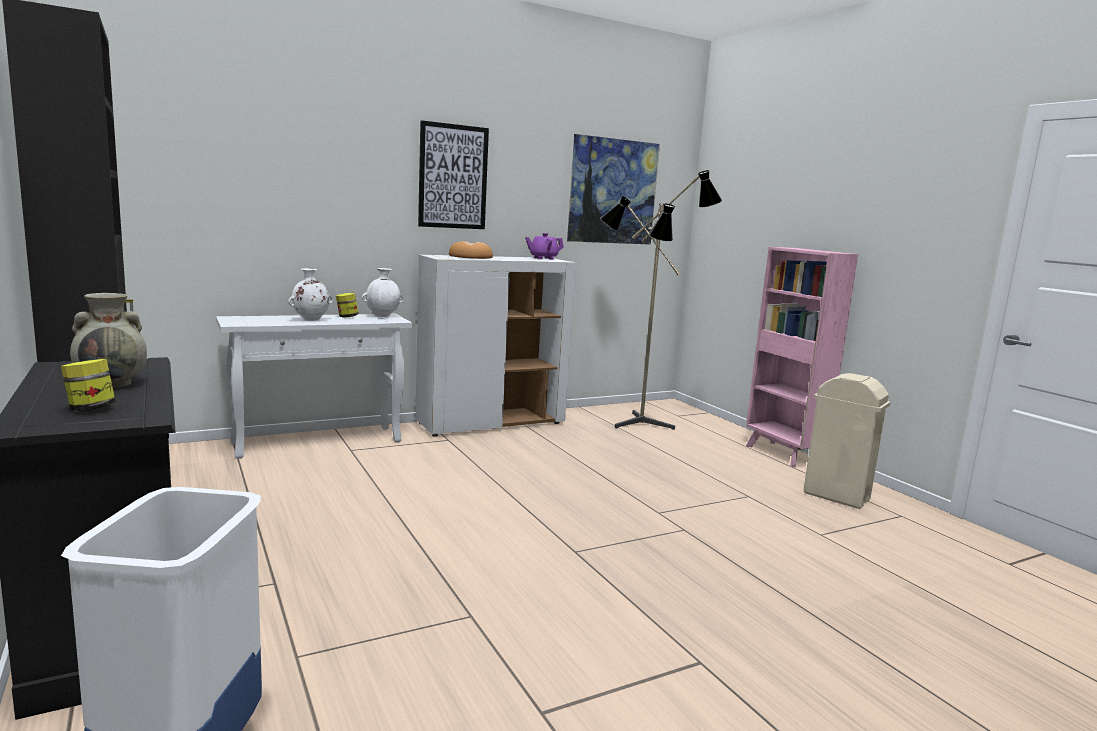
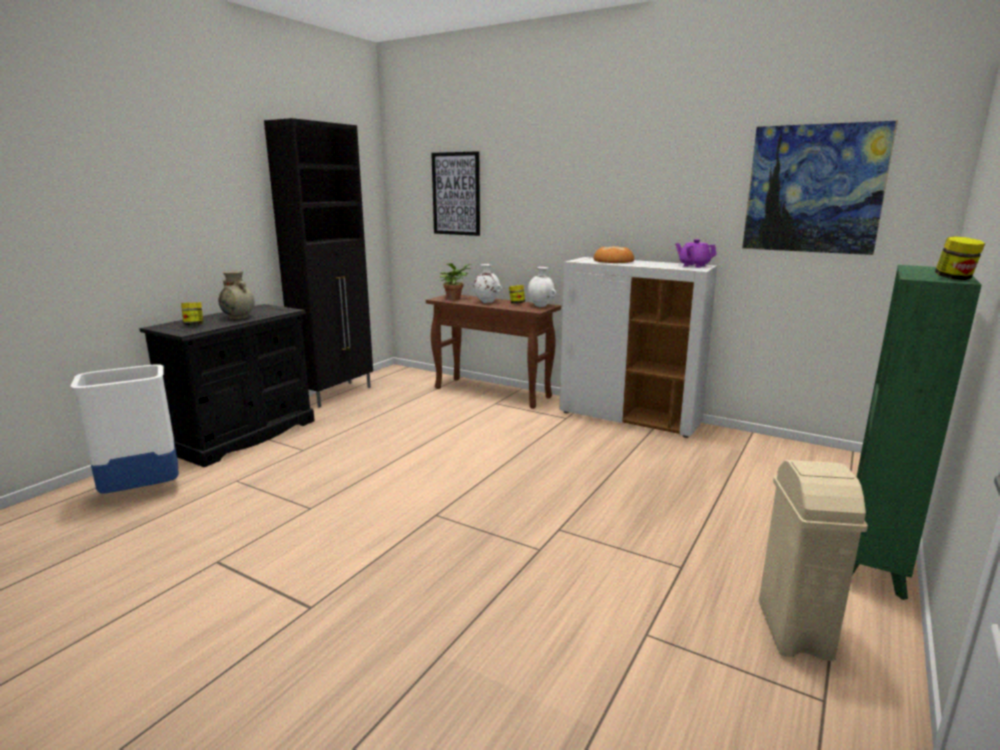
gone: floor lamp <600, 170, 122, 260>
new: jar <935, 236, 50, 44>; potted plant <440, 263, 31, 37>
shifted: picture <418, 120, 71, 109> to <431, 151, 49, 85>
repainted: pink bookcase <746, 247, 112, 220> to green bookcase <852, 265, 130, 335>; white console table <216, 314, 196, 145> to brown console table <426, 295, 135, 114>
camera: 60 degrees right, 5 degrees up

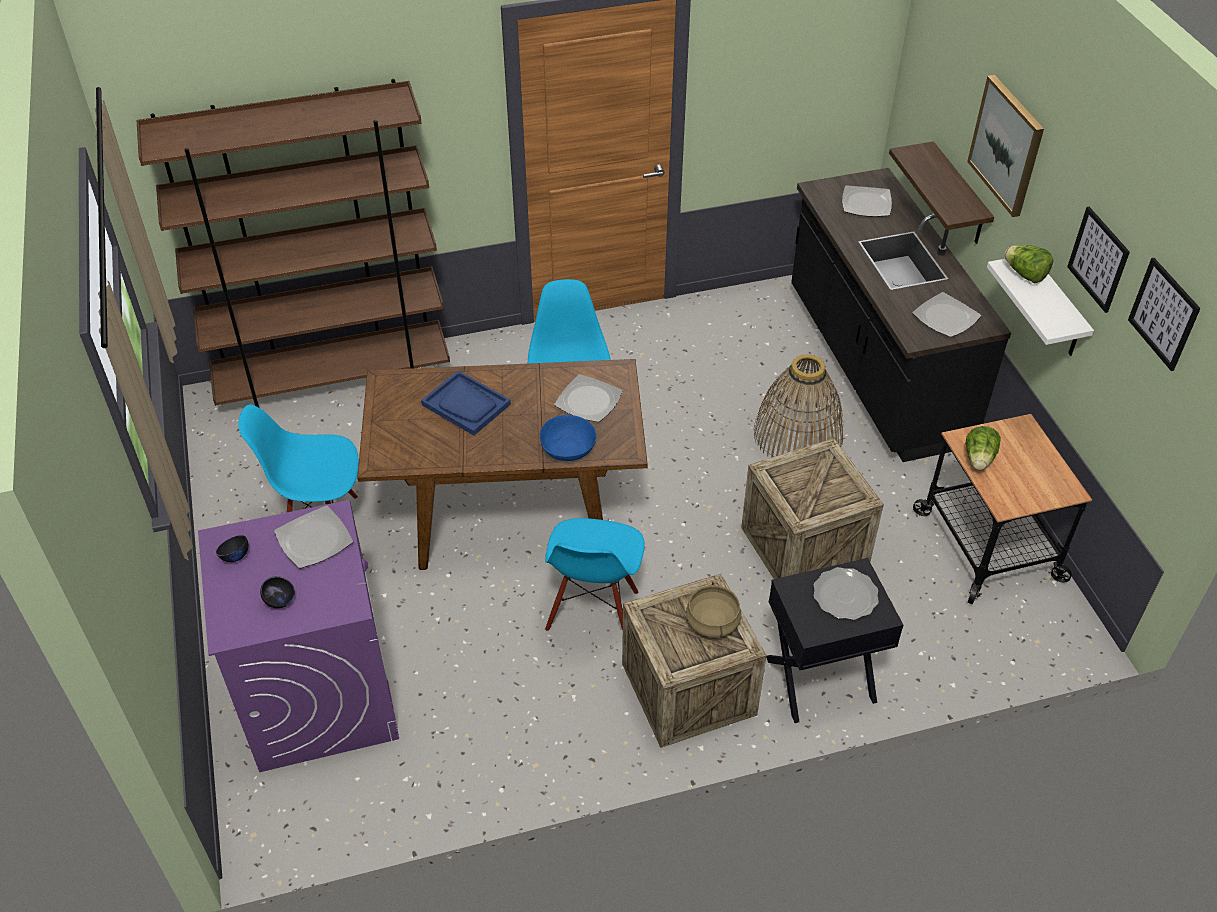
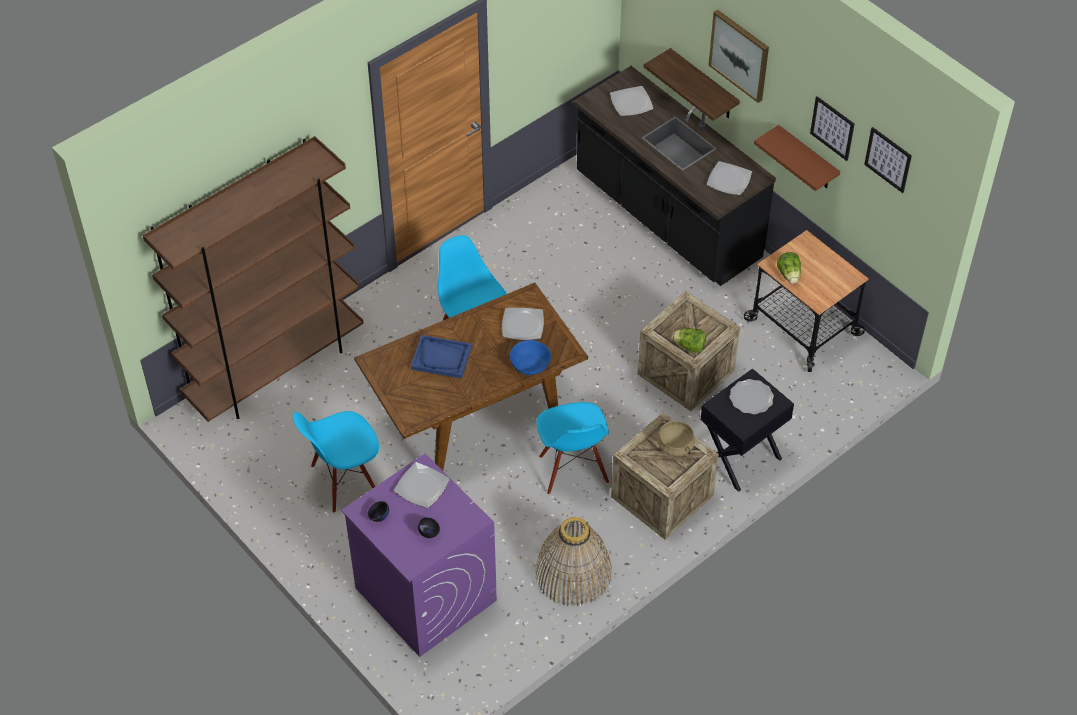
shifted: lettuce <1004, 245, 49, 38> to <672, 328, 34, 25>; basket <753, 354, 90, 104> to <535, 517, 77, 89>
repainted: white shelf <987, 259, 107, 97> to brown shelf <754, 125, 86, 66>
camera: 25 degrees left, 5 degrees up

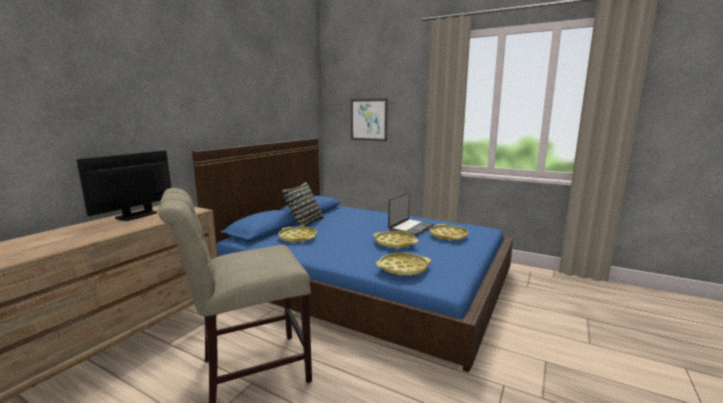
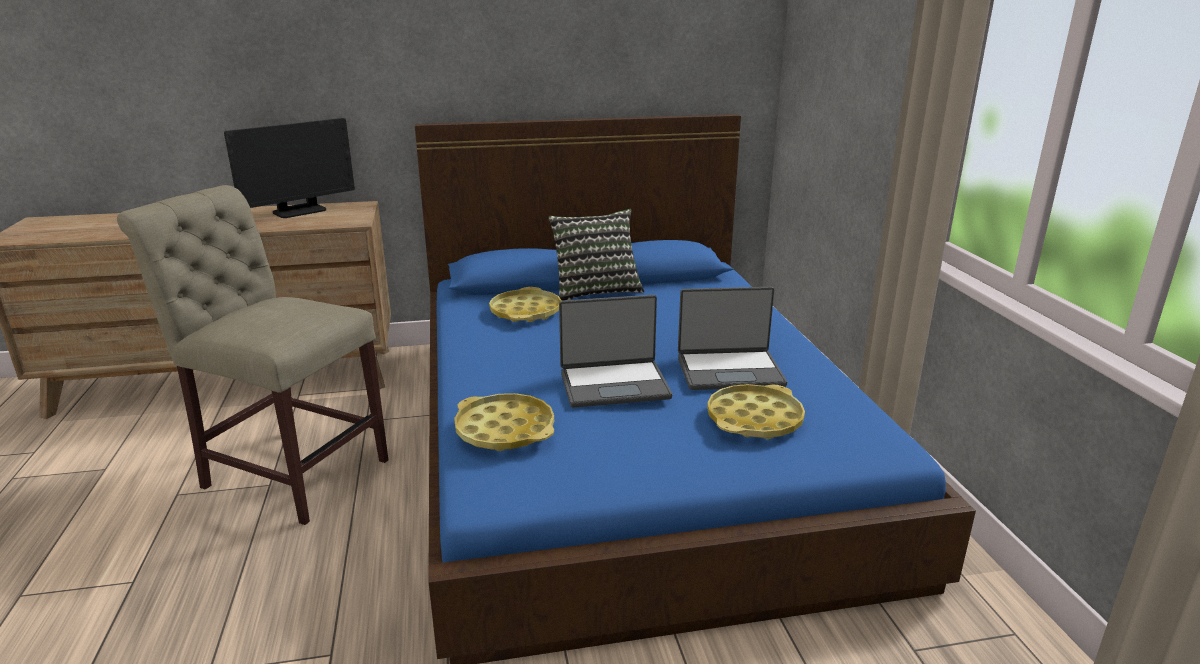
gone: picture <351, 98, 37, 43>
swapped: yellow tray <373, 231, 46, 18> to laptop <559, 295, 114, 113>
rotated: monitor <77, 151, 94, 70> = <224, 118, 131, 100> 150 degrees clockwise
camera: 50 degrees right, 10 degrees up

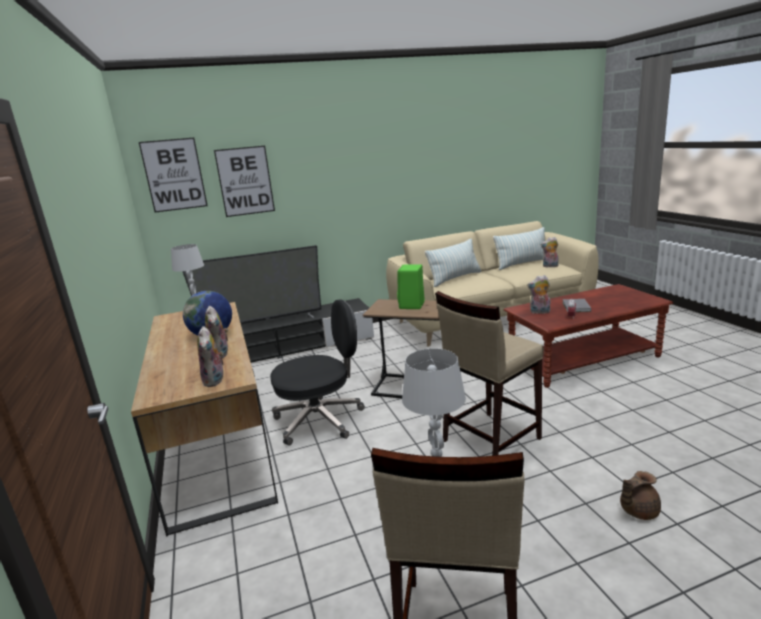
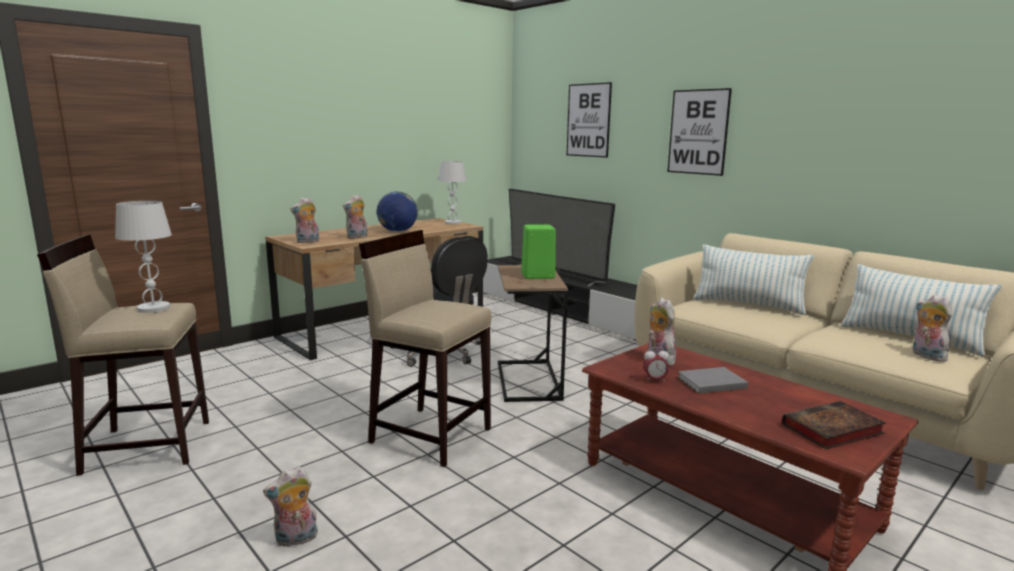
new: book <782, 401, 104, 48>
shifted: picture <139, 137, 69, 75> to <667, 88, 65, 88>
swapped: brown teapot <620, 471, 41, 49> to plush toy <263, 466, 55, 81>
camera: 65 degrees right, 5 degrees down

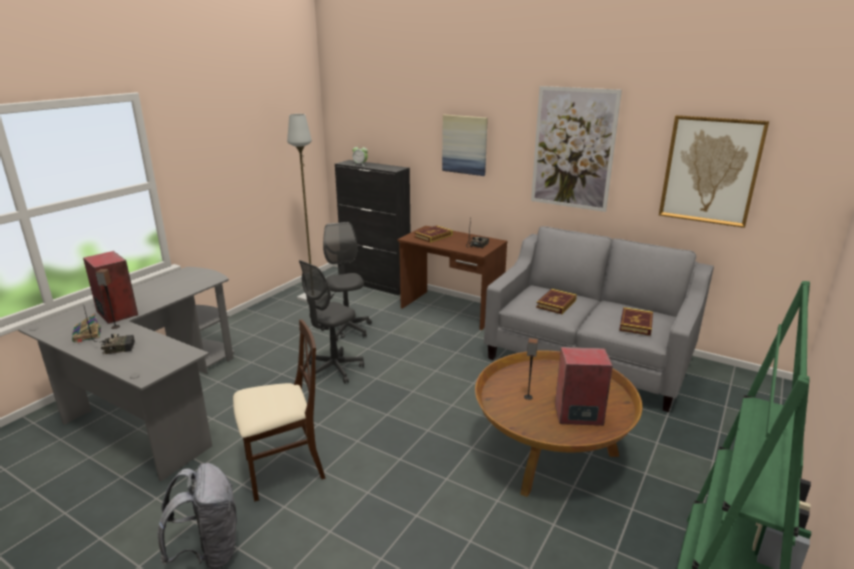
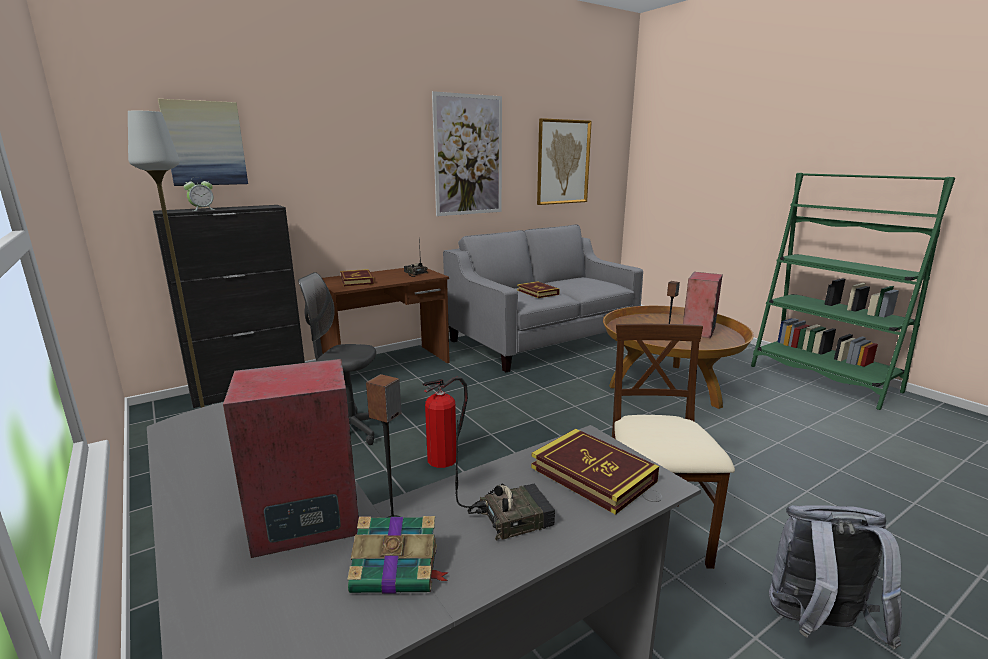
shifted: picture <442, 115, 46, 61> to <158, 99, 90, 87>; book <619, 307, 34, 29> to <531, 429, 128, 86>
swapped: grey office chair <299, 260, 65, 124> to fire extinguisher <423, 377, 45, 91>
rotated: radio <83, 304, 52, 50> = <455, 419, 100, 122> 60 degrees clockwise
camera: 65 degrees left, 5 degrees down

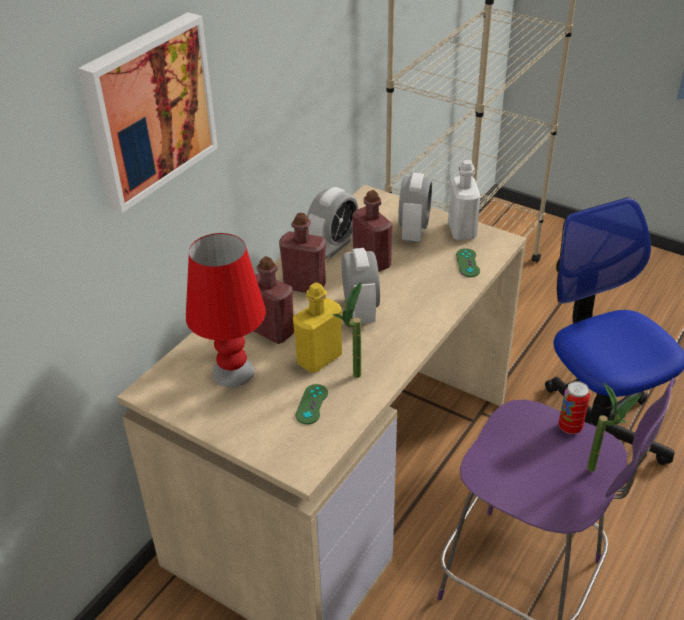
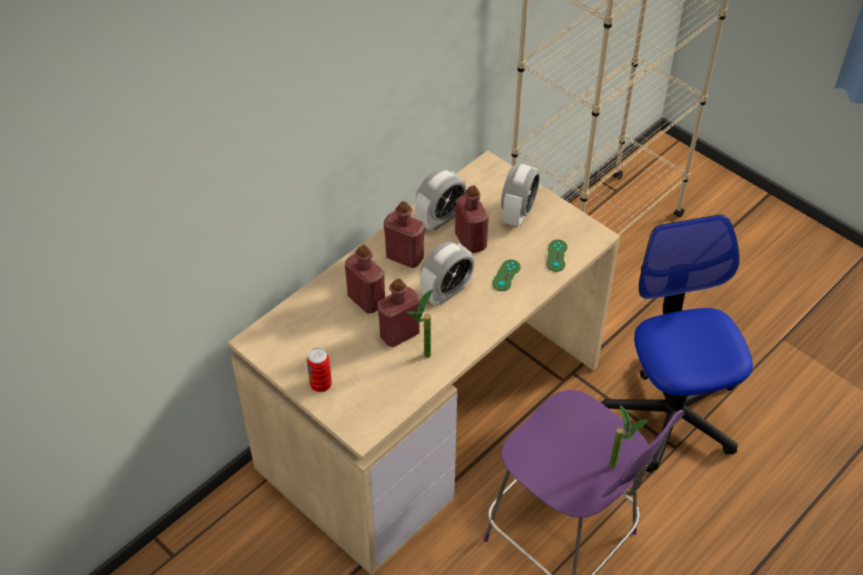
gone: picture <78, 12, 140, 201>; white bottle <448, 160, 33, 80>; red table lamp <186, 233, 80, 154>
shifted: can <559, 381, 31, 53> to <307, 348, 25, 44>; green game controller <295, 384, 33, 40> to <492, 259, 29, 32>
repainted: yellow bottle <293, 282, 49, 91> to red bottle <377, 279, 43, 68>
rotated: alarm clock <342, 248, 38, 76> = <420, 242, 54, 63> 45 degrees clockwise
camera: 10 degrees right, 10 degrees up

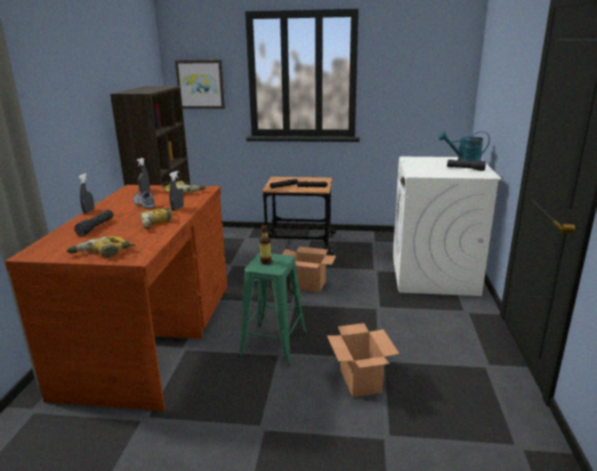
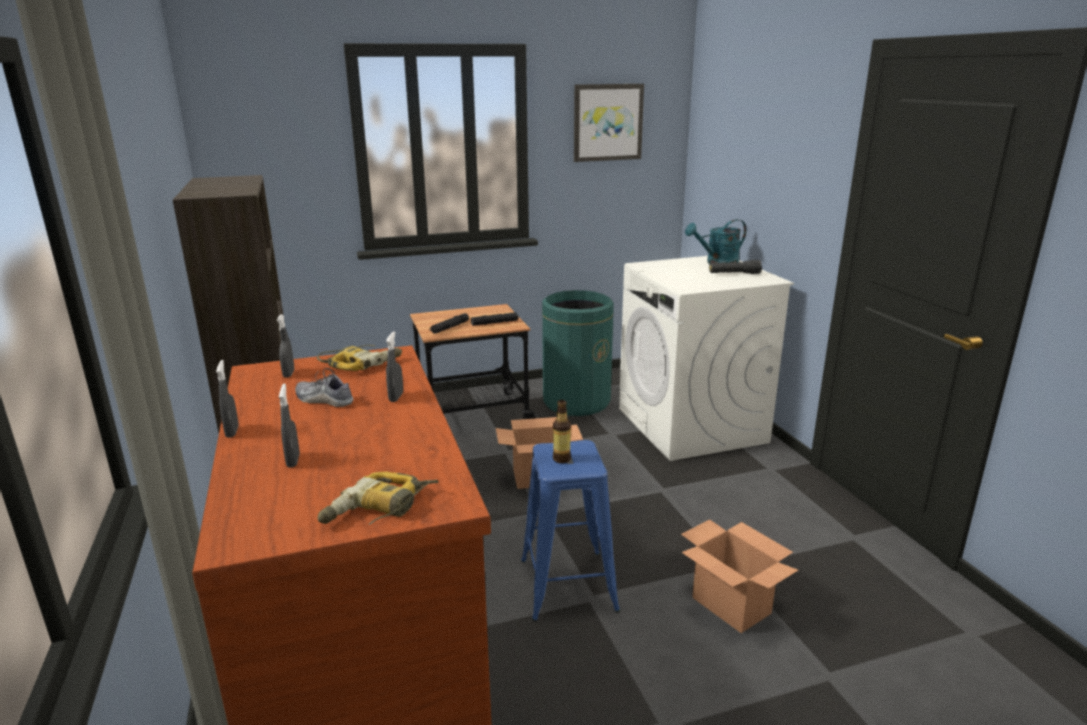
gone: power drill <140, 206, 33, 23>
new: green trash can <542, 290, 72, 126>
shifted: picture <175, 60, 50, 49> to <574, 84, 70, 78>
swapped: black flashlight <74, 210, 39, 26> to grey spray bottle <279, 384, 21, 84>
repainted: green stool <238, 253, 69, 112> to blue stool <521, 440, 99, 182>
camera: 25 degrees left, 0 degrees up

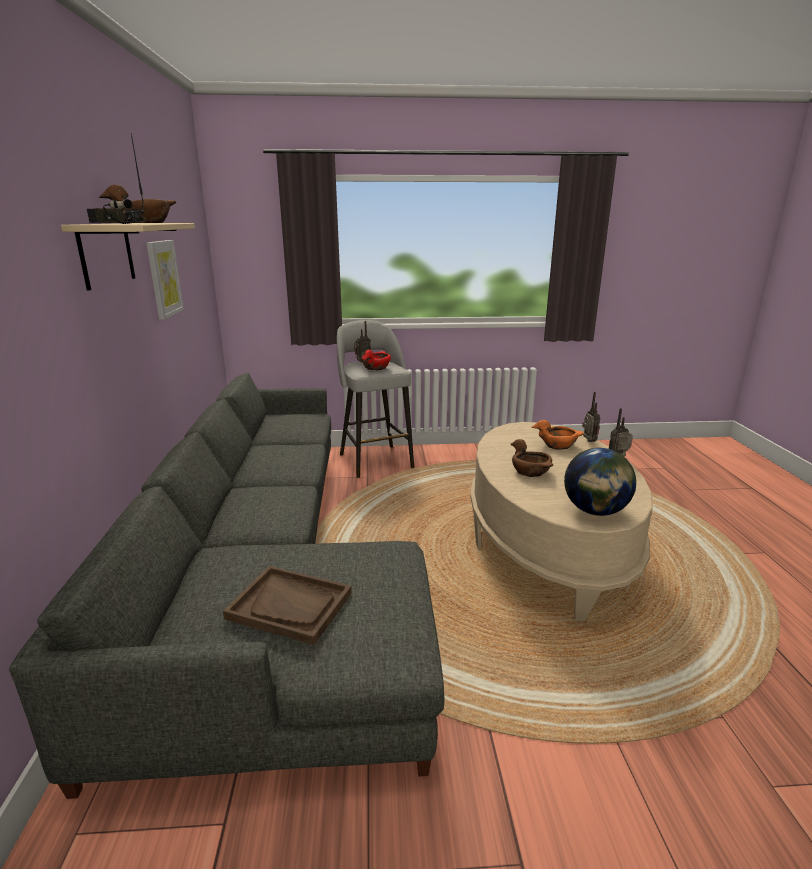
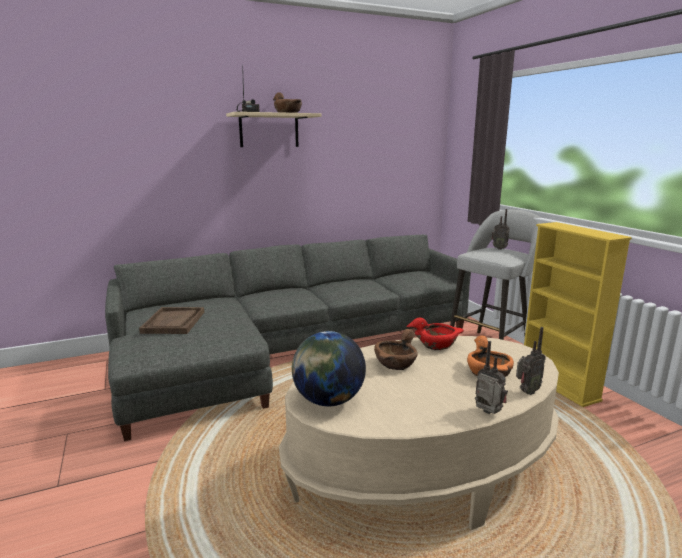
gone: picture <146, 240, 38, 80>
new: yellow bookcase <524, 222, 108, 185>
shifted: red bowl <361, 350, 30, 20> to <406, 318, 58, 32>
camera: 70 degrees right, 5 degrees down

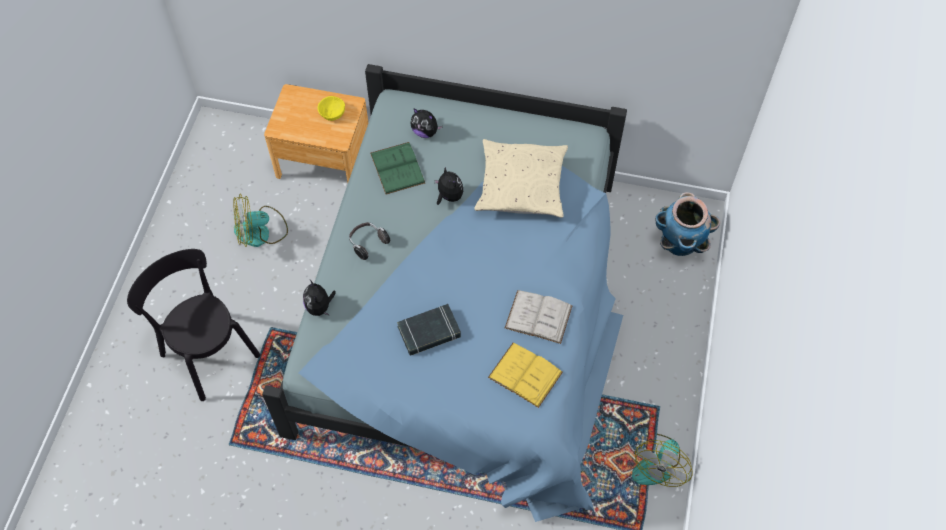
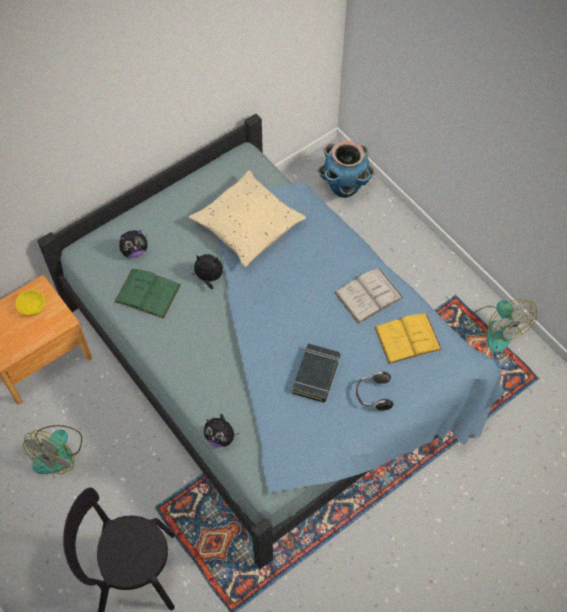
shifted: headphones <349, 222, 41, 38> to <356, 372, 37, 39>
camera: 50 degrees left, 0 degrees up

